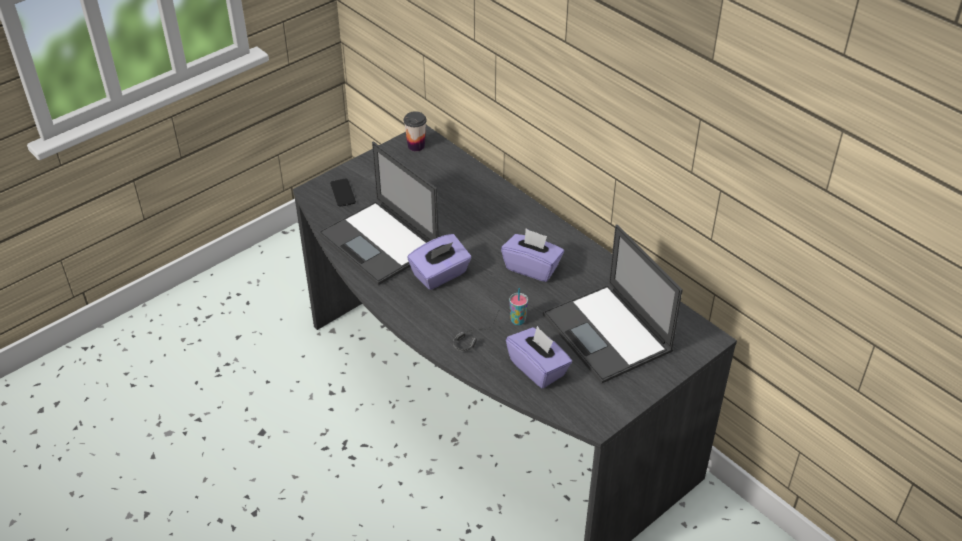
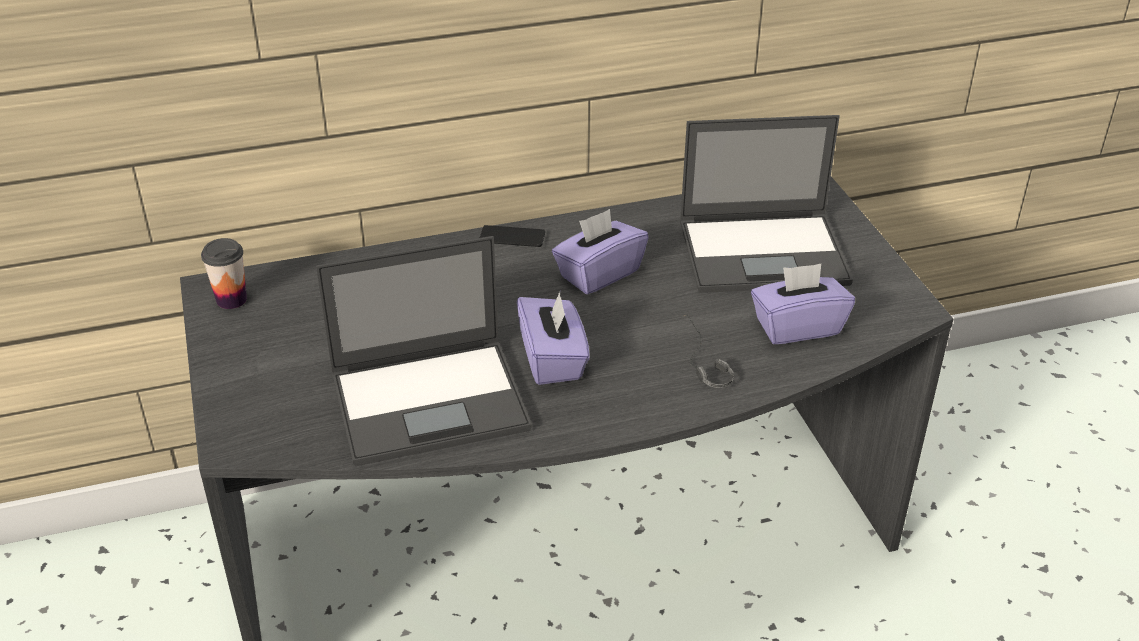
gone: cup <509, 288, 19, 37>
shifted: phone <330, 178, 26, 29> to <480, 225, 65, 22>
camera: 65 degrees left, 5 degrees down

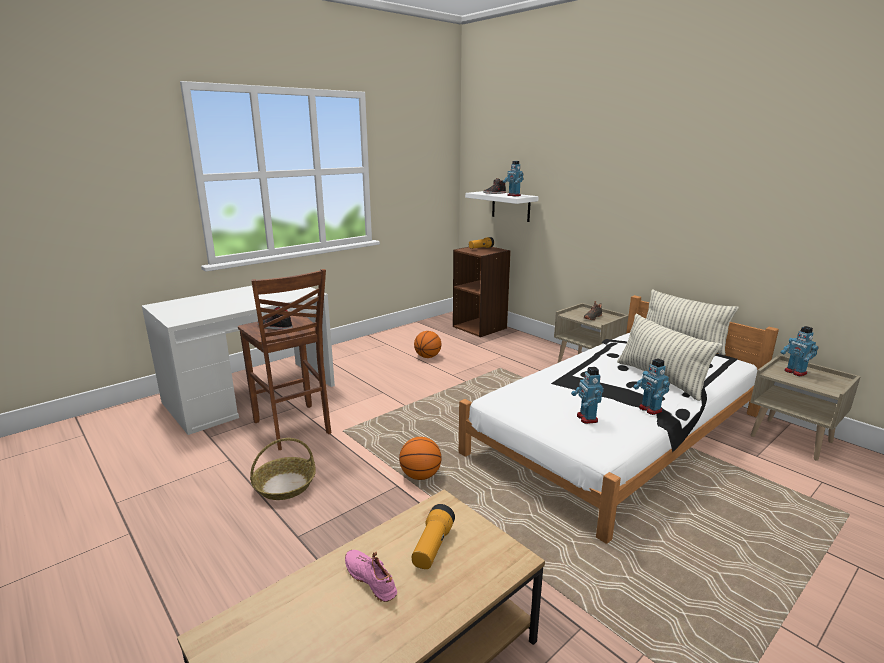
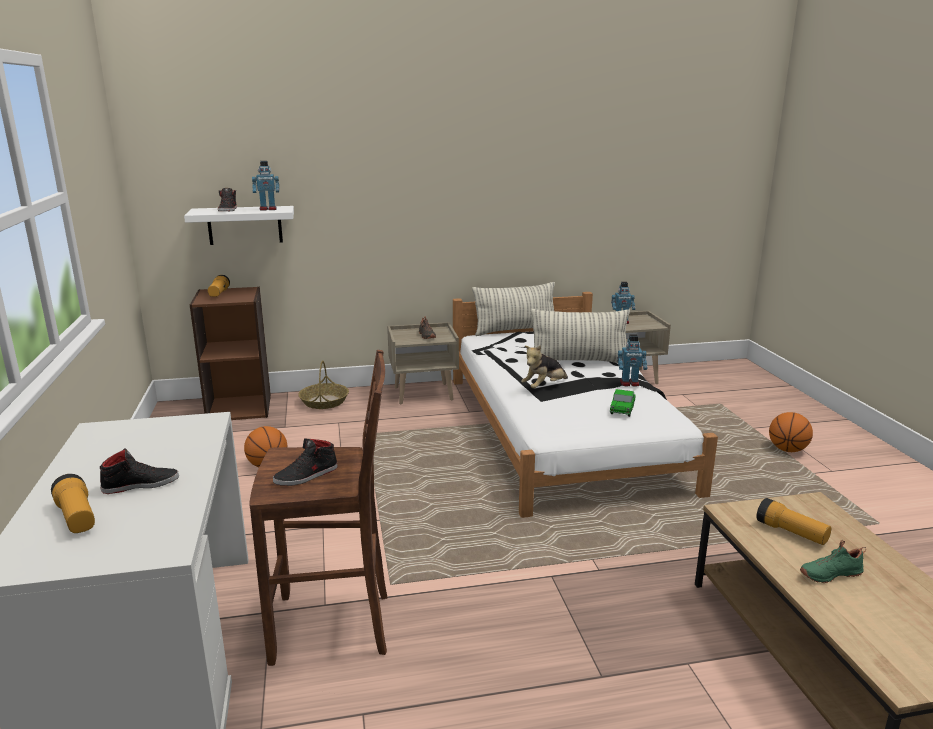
new: plush toy <521, 345, 47, 43>; black shoe <100, 448, 79, 46>; flashlight <51, 474, 44, 59>
shifted: basketball <399, 437, 42, 43> to <769, 412, 44, 40>; basket <250, 438, 66, 62> to <298, 361, 51, 48>
swapped: toy robot <571, 367, 33, 57> to toy car <610, 389, 26, 28>
repainted: pink shoe <345, 550, 52, 52> to green shoe <800, 540, 66, 43>
camera: 60 degrees left, 0 degrees up

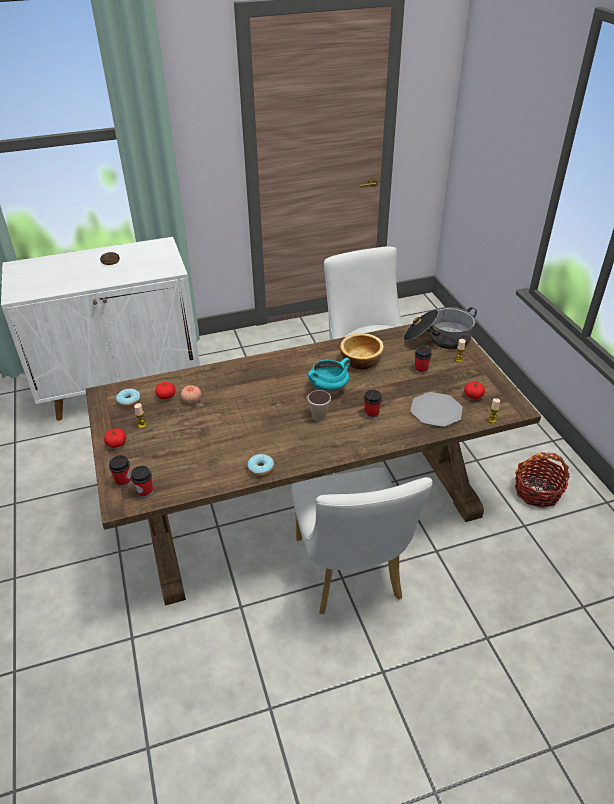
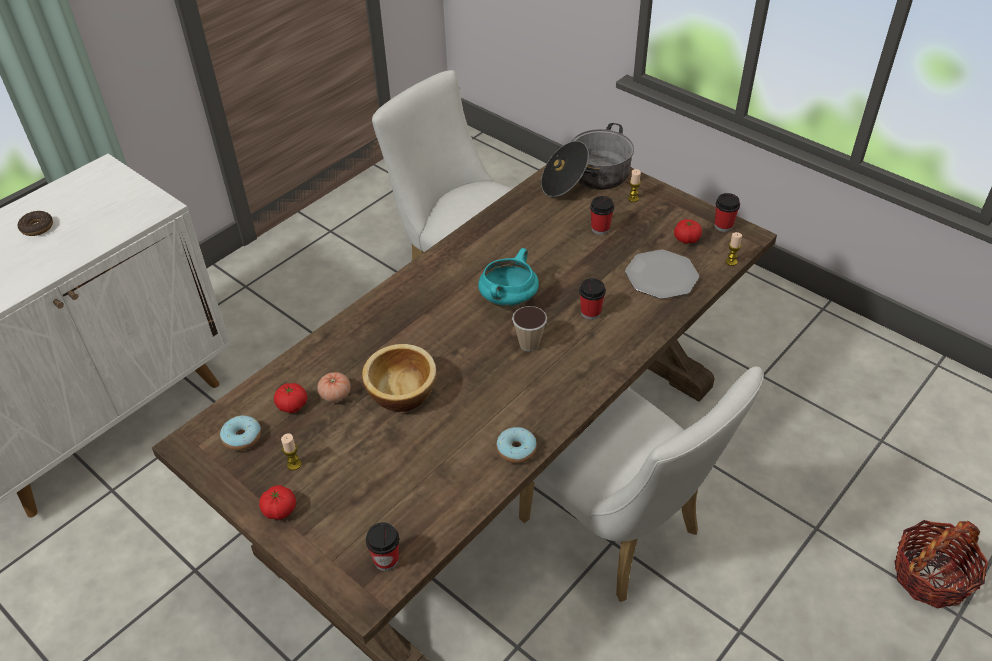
shifted: bowl <340, 333, 44, 37> to <362, 344, 74, 68>; basket <515, 452, 55, 56> to <894, 520, 95, 89>; cup <109, 455, 23, 32> to <714, 193, 26, 39>
camera: 30 degrees left, 5 degrees up

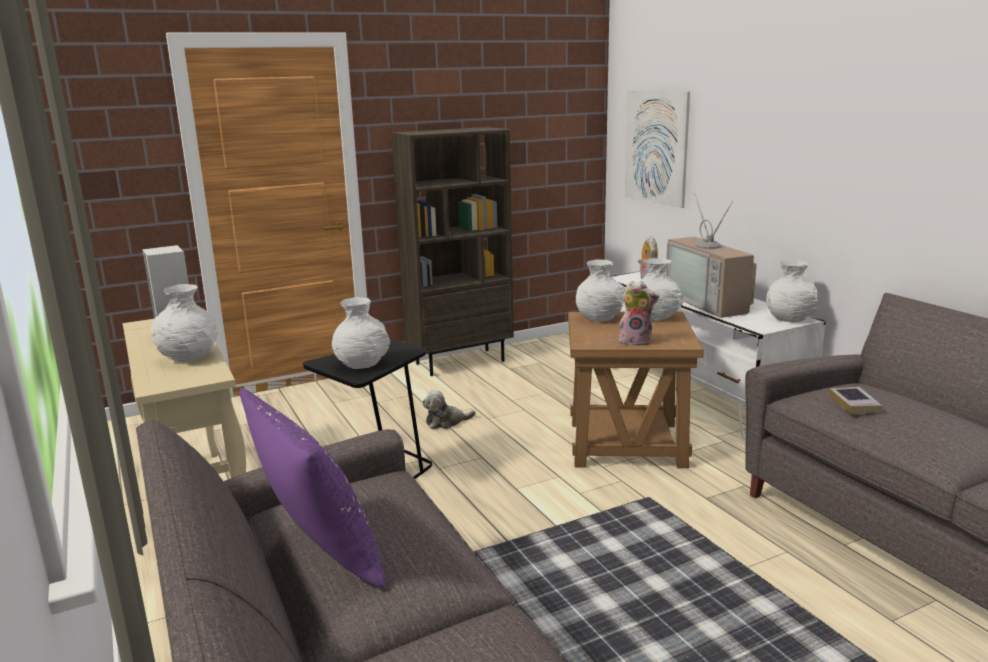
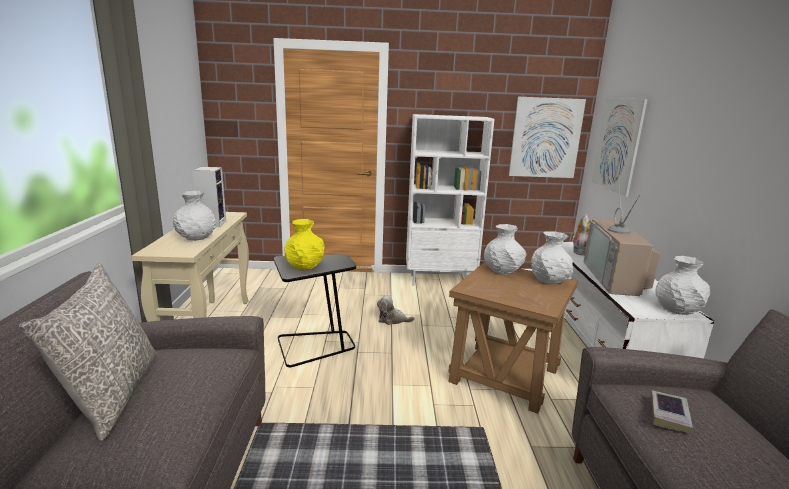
gone: plush toy <619, 281, 40, 65>
new: picture <509, 97, 77, 81>
repainted: brown bookcase <391, 127, 123, 249> to white bookcase <406, 114, 88, 172>; white vase <332, 297, 58, 72> to yellow vase <284, 219, 41, 51>; purple pillow <240, 388, 146, 199> to grey pillow <19, 263, 138, 178>
camera: 25 degrees right, 0 degrees up

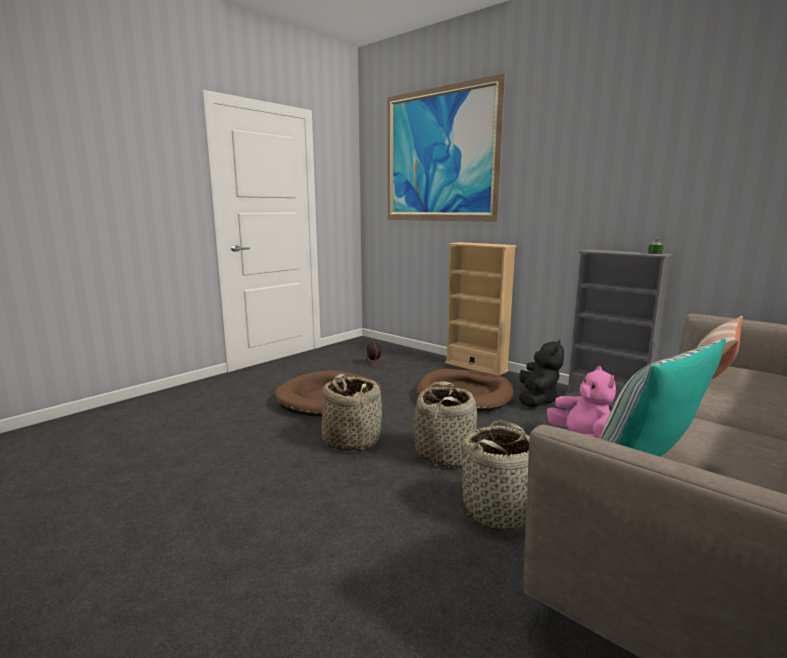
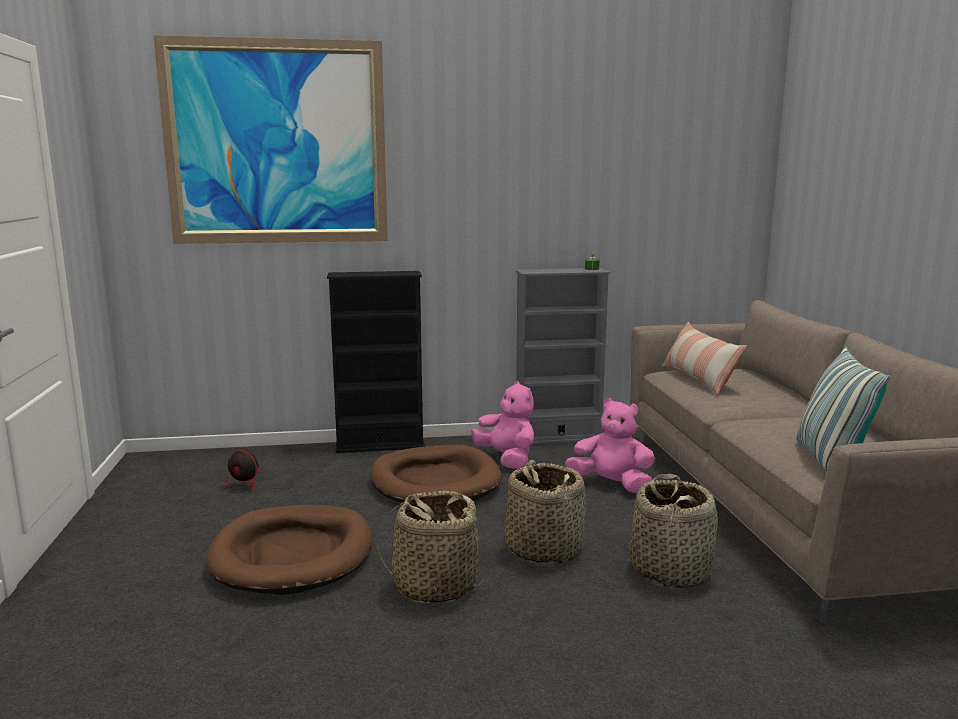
repainted: beige bookcase <445, 242, 71, 134> to black bookcase <327, 271, 98, 182>; black plush toy <519, 340, 45, 67> to pink plush toy <471, 381, 63, 88>
camera: 50 degrees left, 0 degrees up

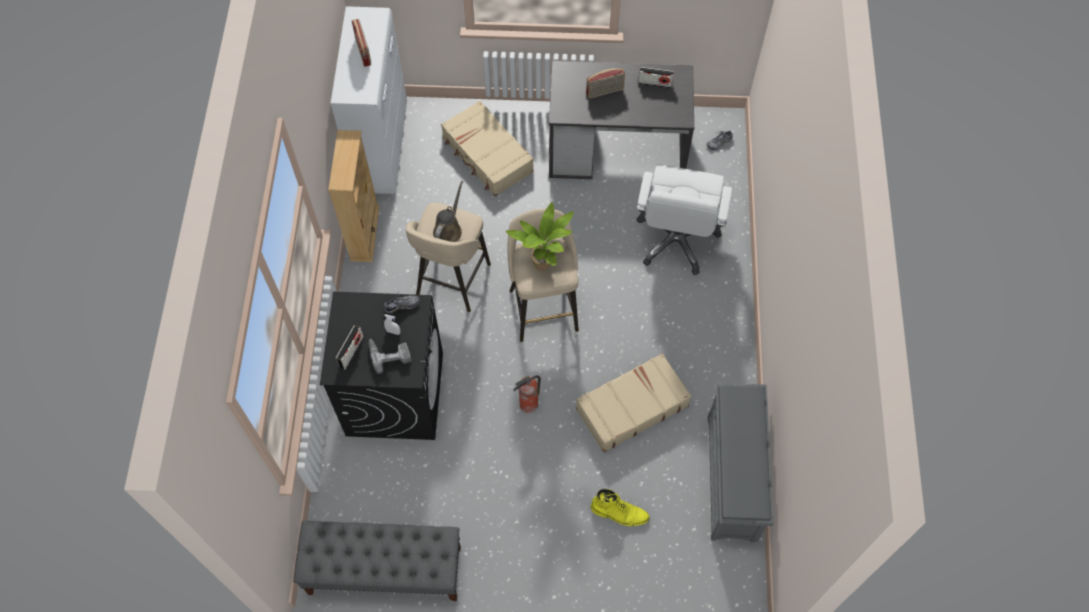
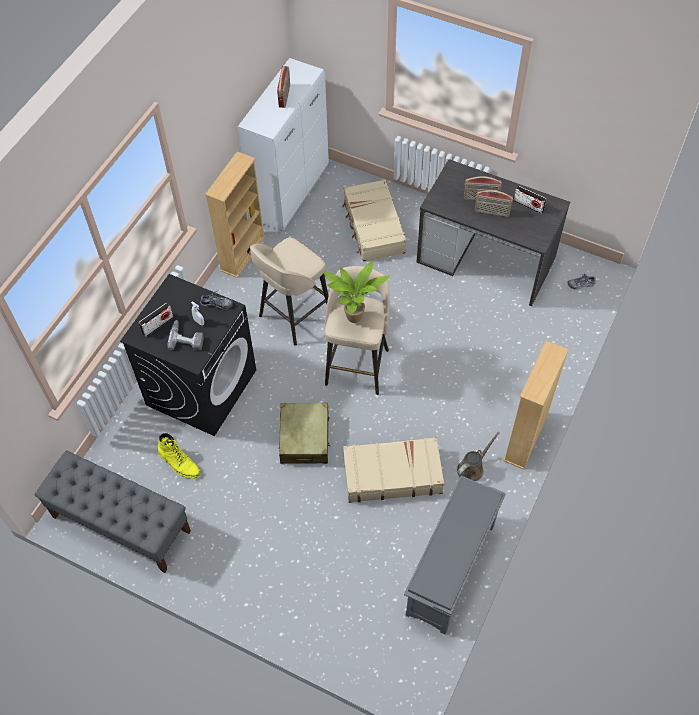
gone: white office chair <637, 164, 95, 111>
new: radio <475, 190, 38, 27>; beige bookcase <503, 341, 66, 129>
shifted: brown watering can <433, 181, 30, 61> to <457, 432, 43, 49>; yellow boot <591, 489, 59, 37> to <158, 433, 43, 45>
swapped: fire extinguisher <513, 375, 28, 38> to beige suitcase <279, 403, 51, 61>
camera: 25 degrees right, 5 degrees down

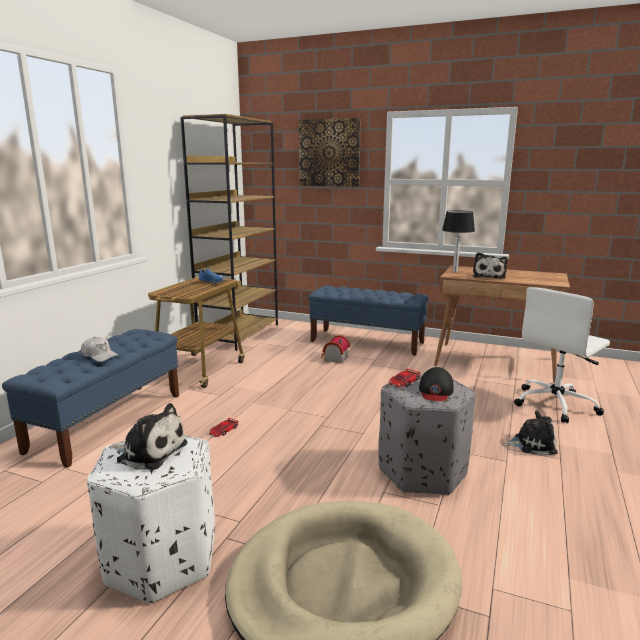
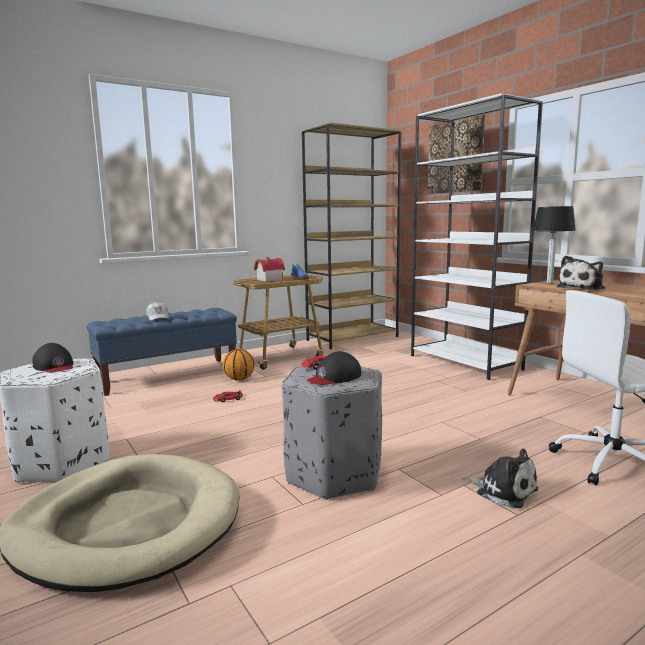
new: basketball <223, 349, 31, 32>
shifted: toy house <321, 335, 29, 28> to <254, 257, 31, 25>
swapped: blue bench <308, 286, 121, 70> to white bookcase <411, 93, 132, 287>; plush toy <109, 403, 78, 67> to black cap <33, 343, 41, 30>
camera: 35 degrees right, 5 degrees down

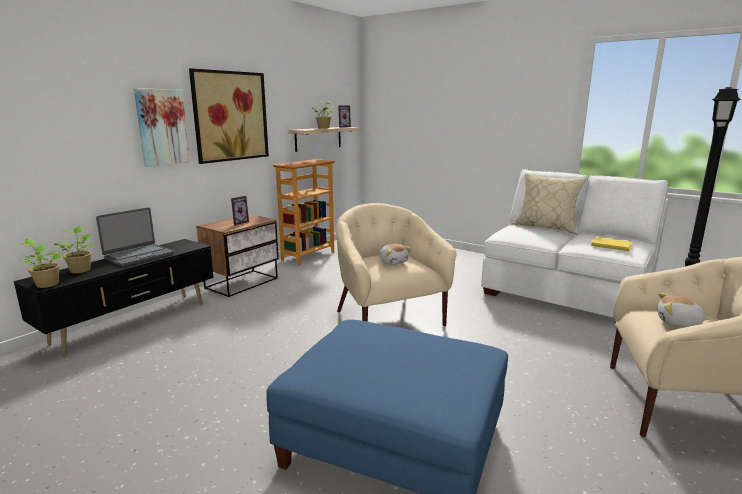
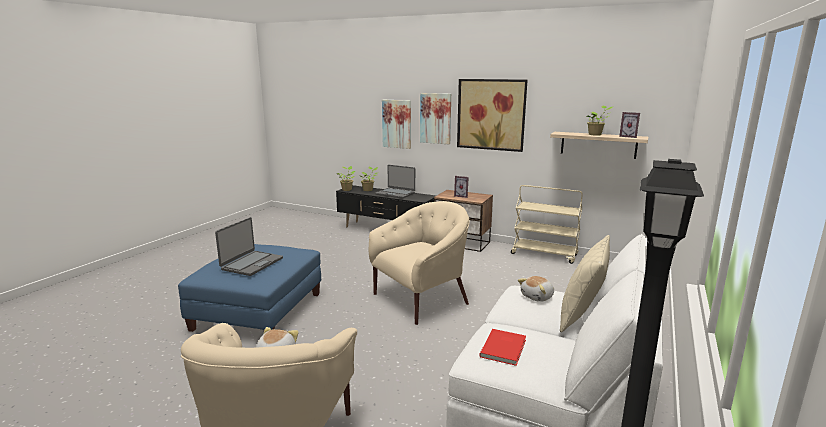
new: picture <382, 100, 29, 49>; laptop <215, 217, 68, 59>
shifted: plush toy <379, 243, 33, 22> to <518, 276, 36, 26>
swapped: bookcase <272, 159, 63, 107> to beige cart <511, 185, 72, 79>
repainted: yellow book <591, 237, 41, 14> to red book <479, 329, 47, 37>
camera: 80 degrees right, 0 degrees up

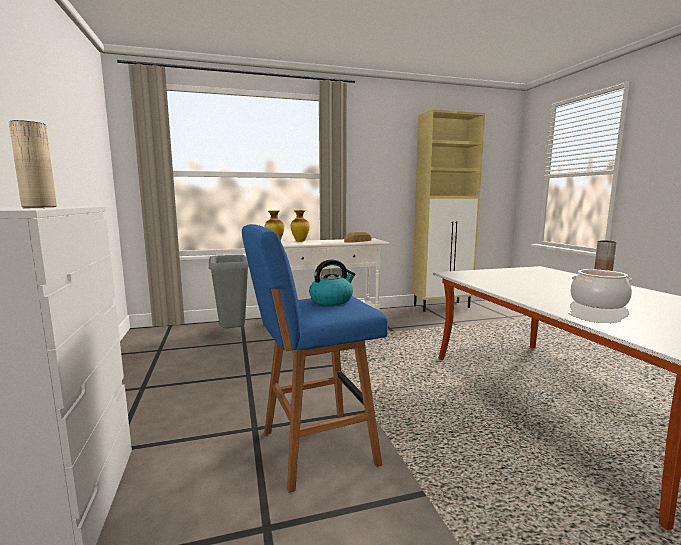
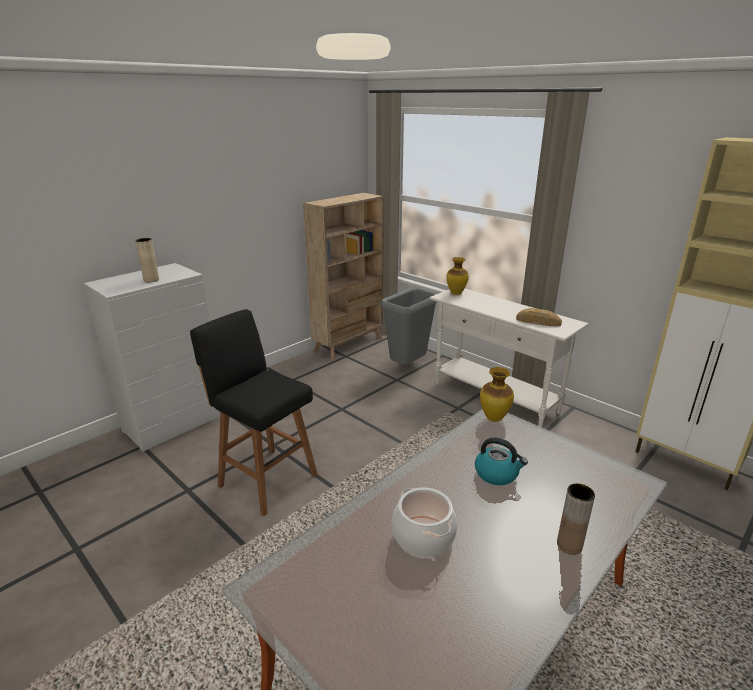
new: beige bookcase <303, 193, 81, 167>
shifted: vase <291, 210, 19, 32> to <480, 367, 34, 55>; kettle <309, 259, 47, 46> to <475, 437, 53, 48>
repainted: blue stool <242, 224, 146, 269> to black stool <190, 309, 128, 207>
camera: 60 degrees right, 15 degrees up

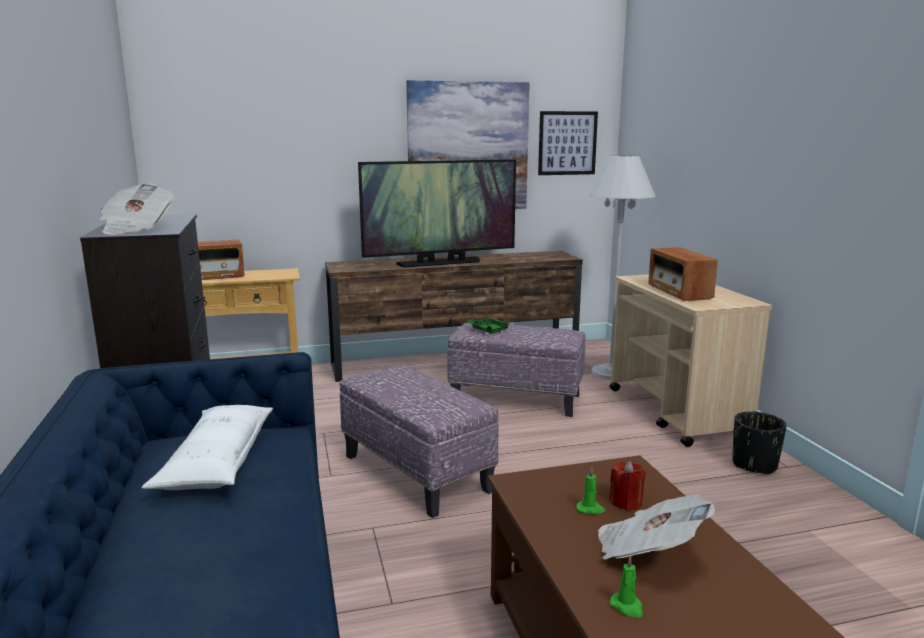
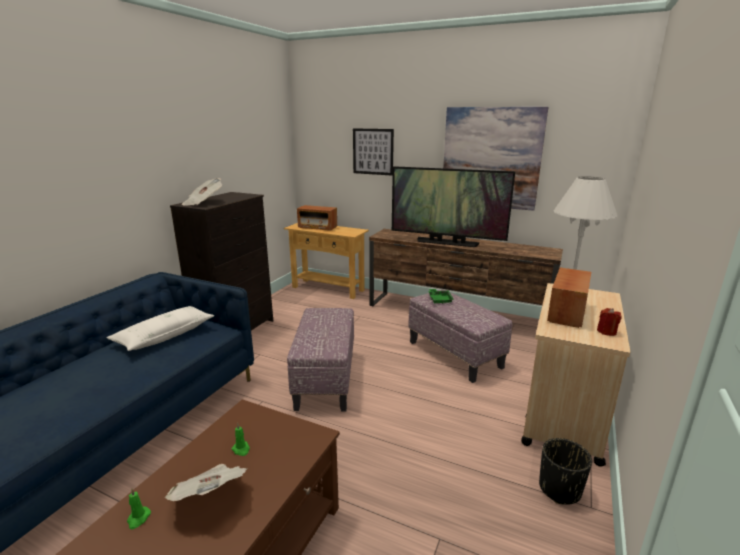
shifted: picture <538, 111, 60, 64> to <353, 128, 41, 48>; red candle <609, 461, 37, 50> to <597, 308, 25, 28>
camera: 40 degrees right, 5 degrees up

